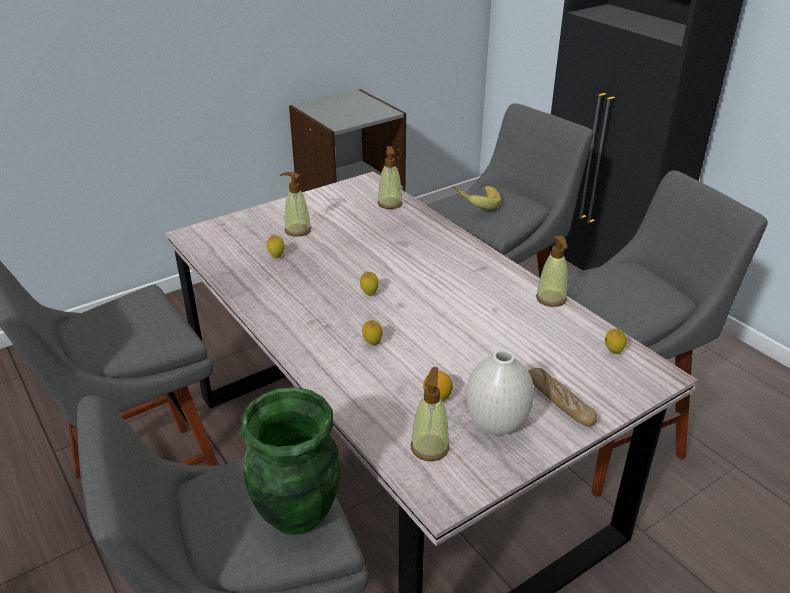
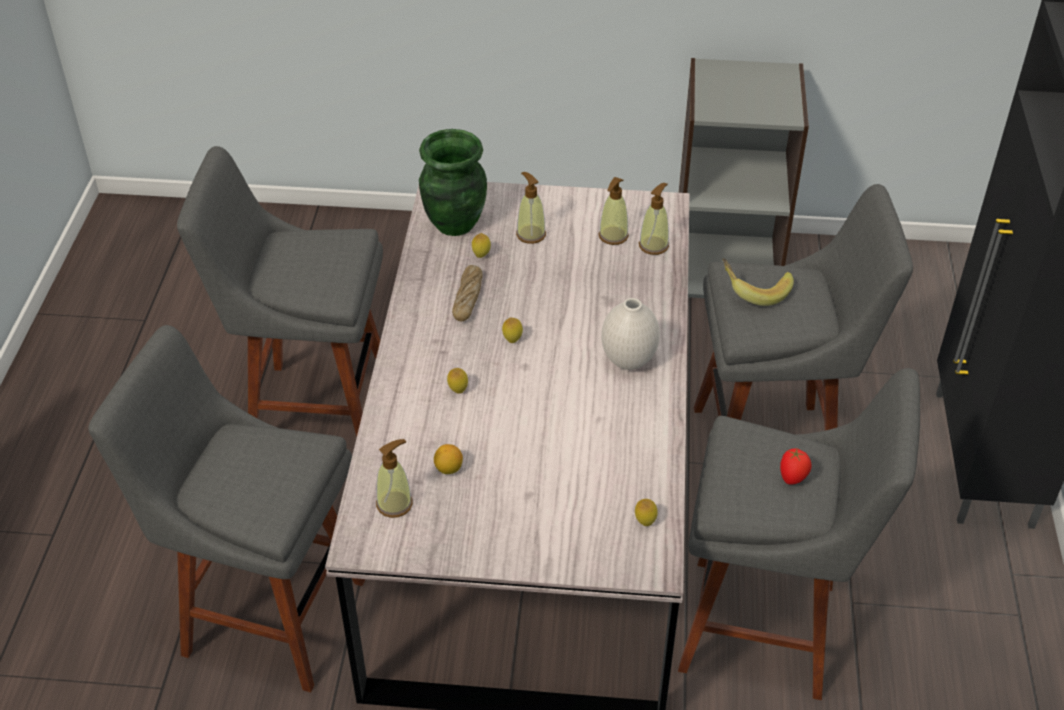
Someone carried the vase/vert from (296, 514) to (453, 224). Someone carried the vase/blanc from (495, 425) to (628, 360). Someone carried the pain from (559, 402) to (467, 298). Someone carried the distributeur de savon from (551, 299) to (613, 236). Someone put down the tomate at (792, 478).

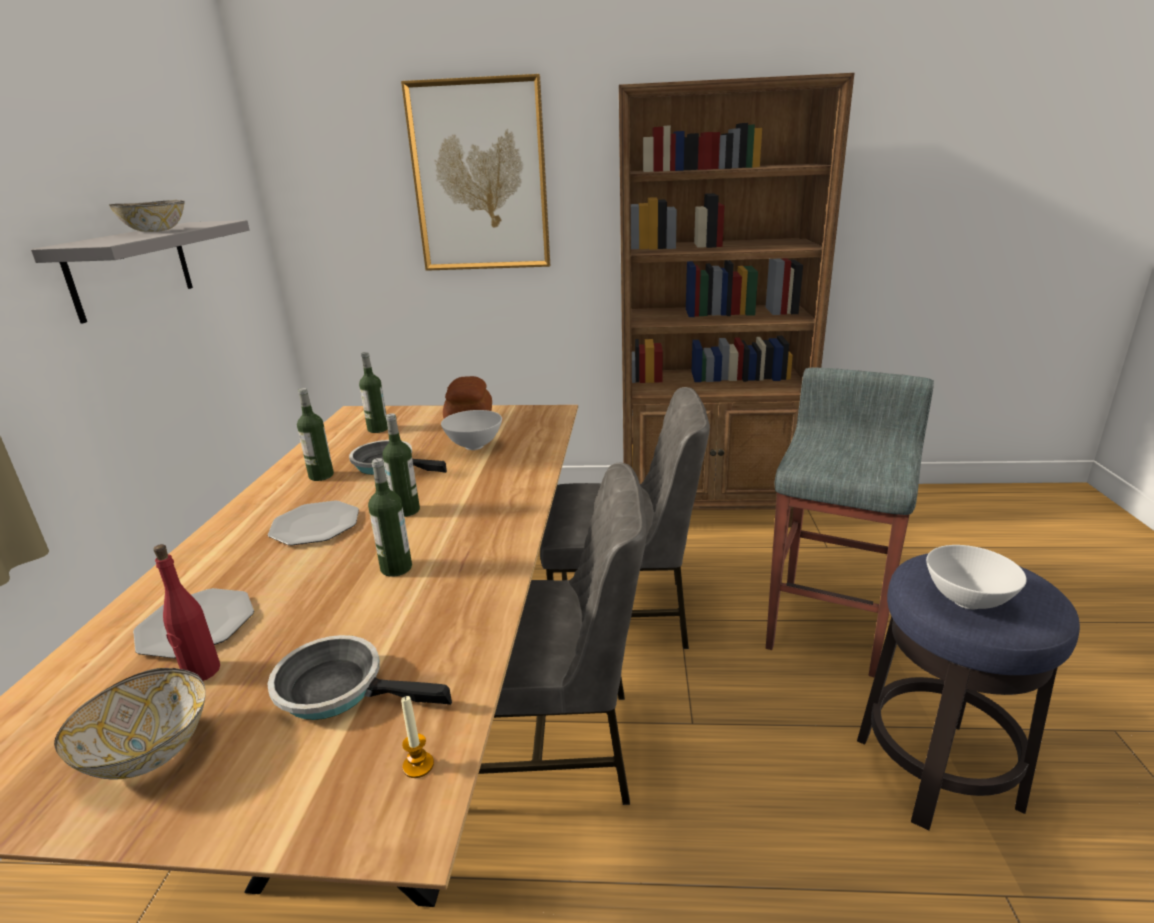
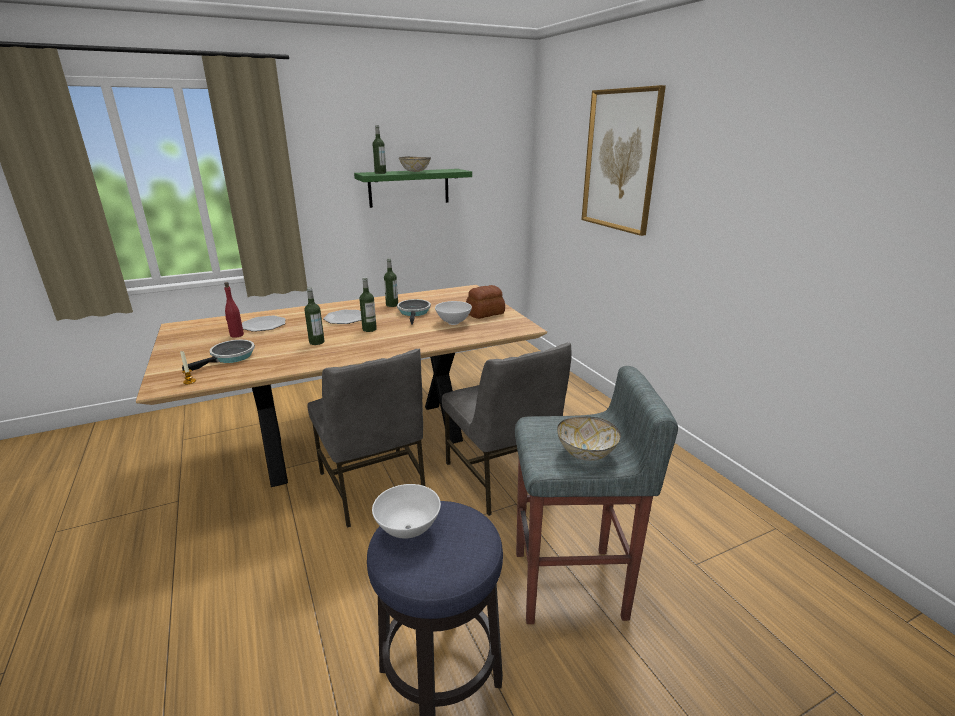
Someone repainted the étagère/gris at (131, 269), which became the étagère/vert at (409, 188). Someone carried the bol from (151, 751) to (587, 453). Someone rotated the poêle at (339, 689) by 45 degrees clockwise. Someone carried the bouteille from (378, 429) to (380, 173). Someone took away the bibliothèque/marron at (709, 508).

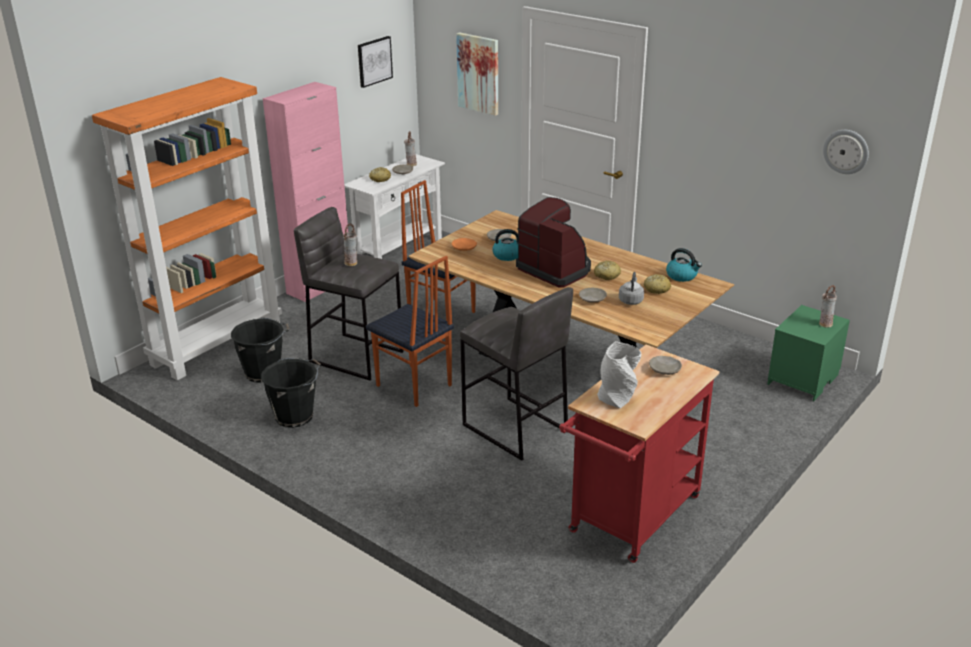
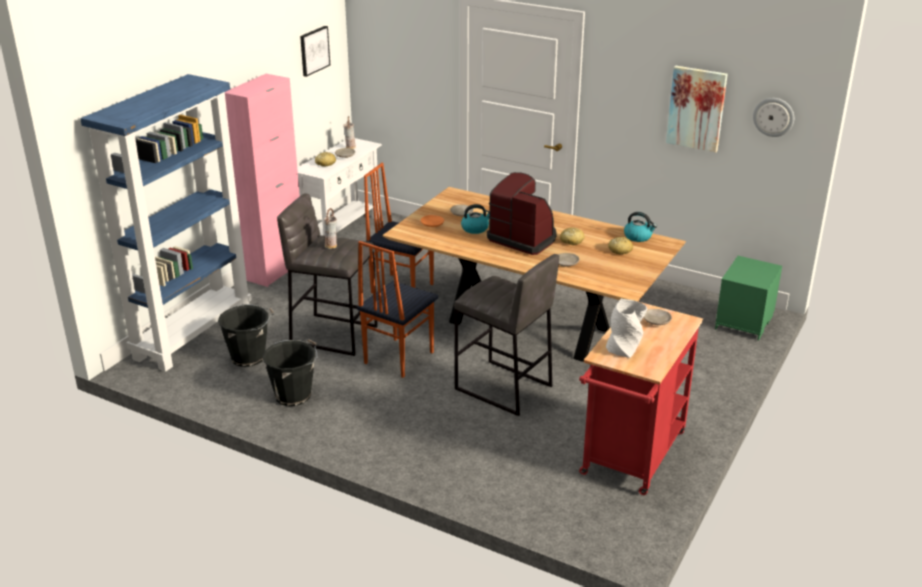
Someone repainted the bibliothèque/orange at (217, 344), which became the bibliothèque/bleu at (193, 334). Someone rotated the chaise at (413, 386) by 90 degrees clockwise. Someone carried the tableau from (478, 73) to (696, 108). Someone took away the bouilloire/gris at (631, 300). Someone took away the vase at (825, 324).

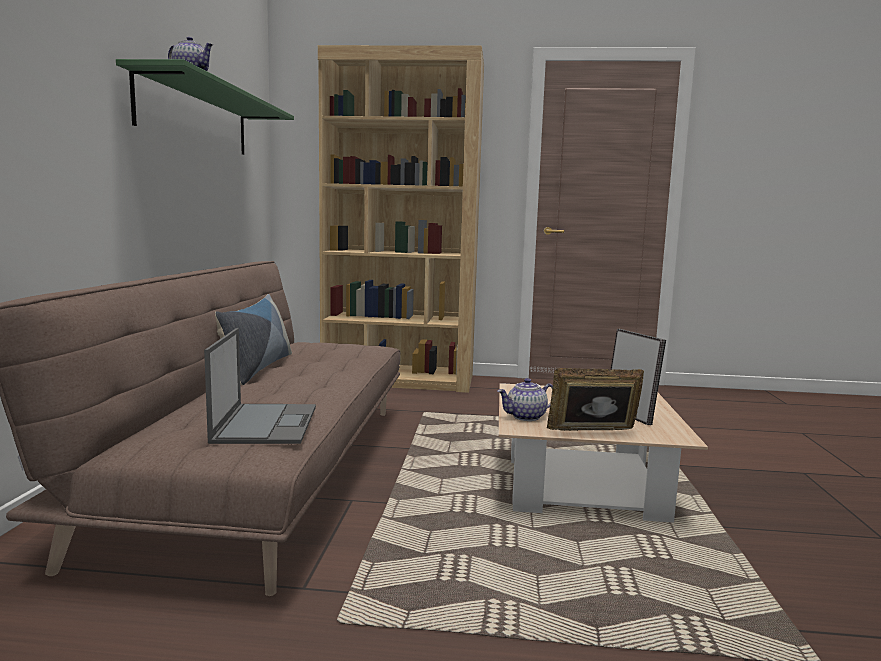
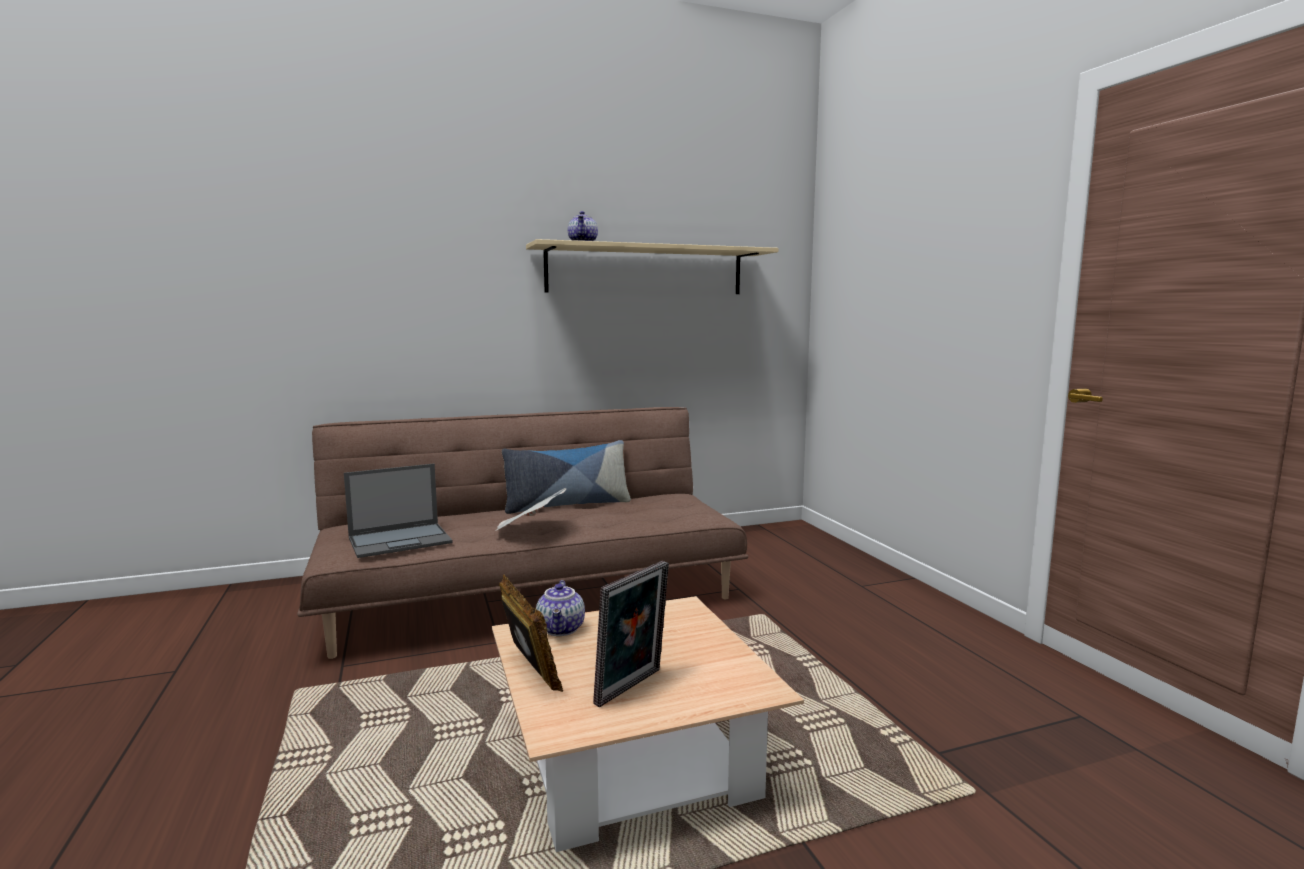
Someone repainted the étagère/vert at (196, 117), which became the étagère/beige at (646, 271). Someone took away the bibliothèque/marron at (399, 380). Someone rotated the théière at (526, 417) by 135 degrees counterclockwise. Someone put down the journal at (529, 530).

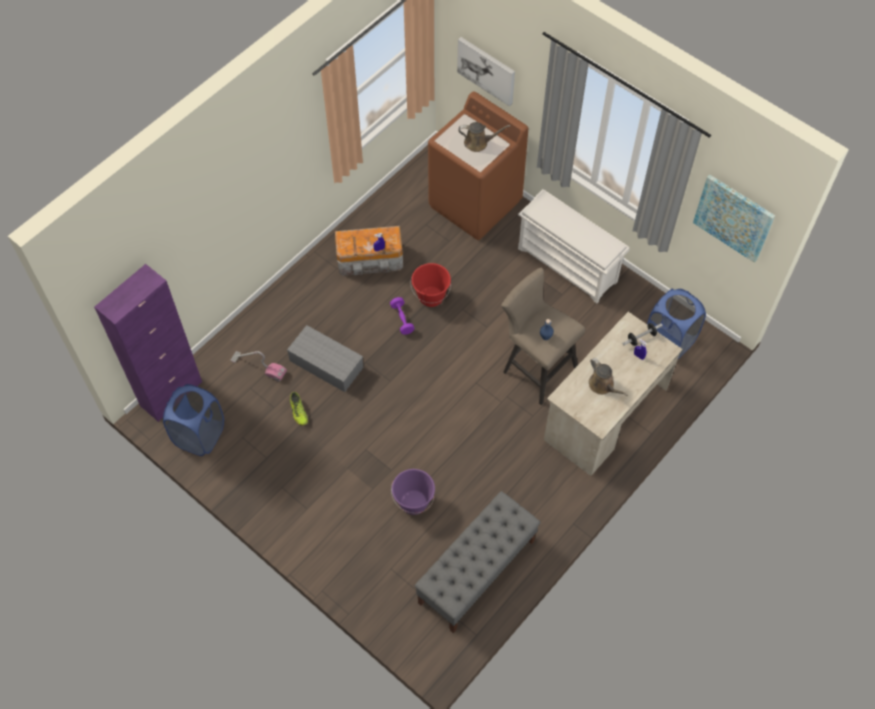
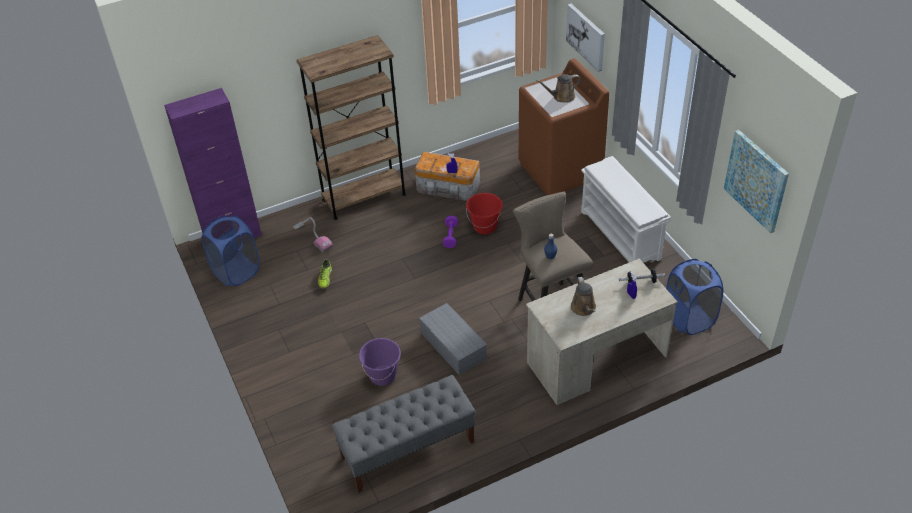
Someone carried the boîte de rangement/gris from (325, 364) to (452, 345). Someone rotated the arrosoir/marron at (478, 143) by 135 degrees clockwise. Someone put down the bibliothèque/marron at (364, 197).

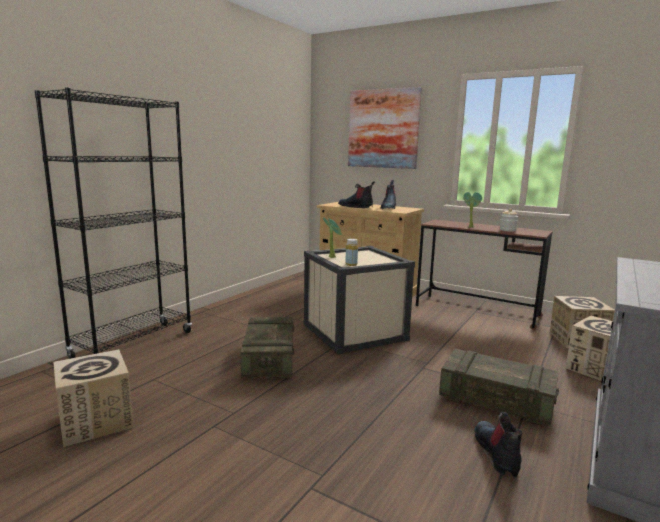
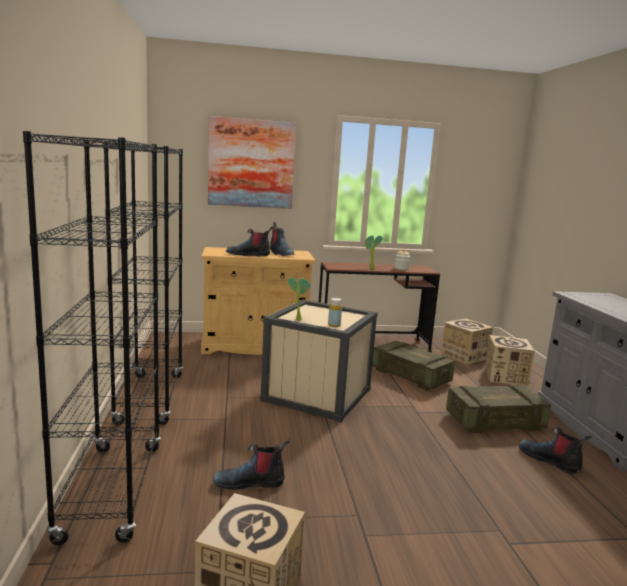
Someone carried the caisse from (269, 360) to (410, 376). Someone put down the bibliothèque/noir at (150, 398). Someone put down the botte at (250, 482).

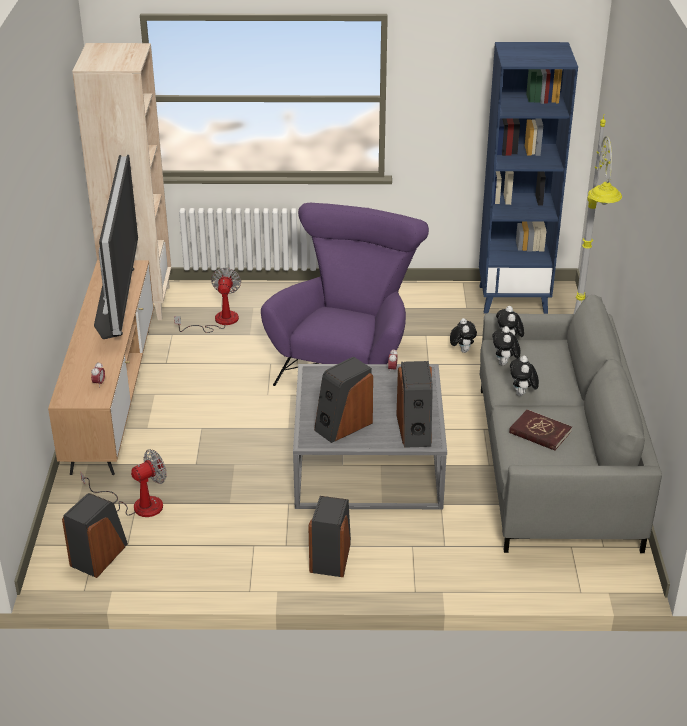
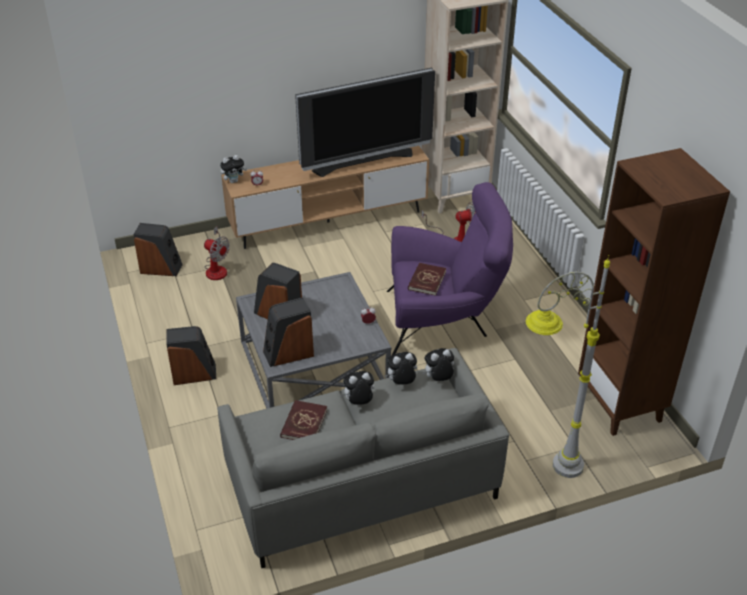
Someone carried the peluche from (462, 350) to (234, 181). Someone repainted the bibliothèque/bleu at (513, 299), which became the bibliothèque/marron at (620, 405). Someone put down the livre/rouge at (426, 280).

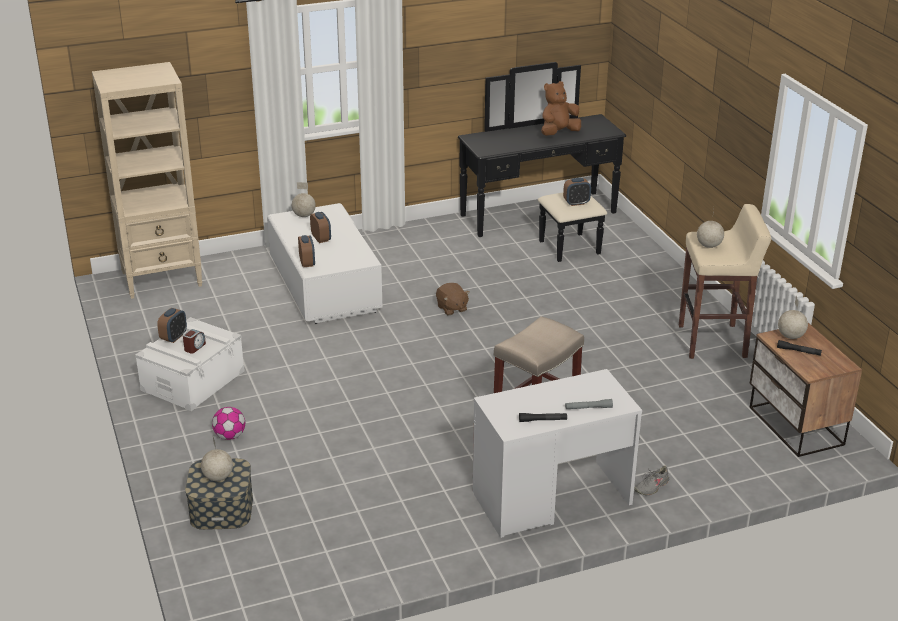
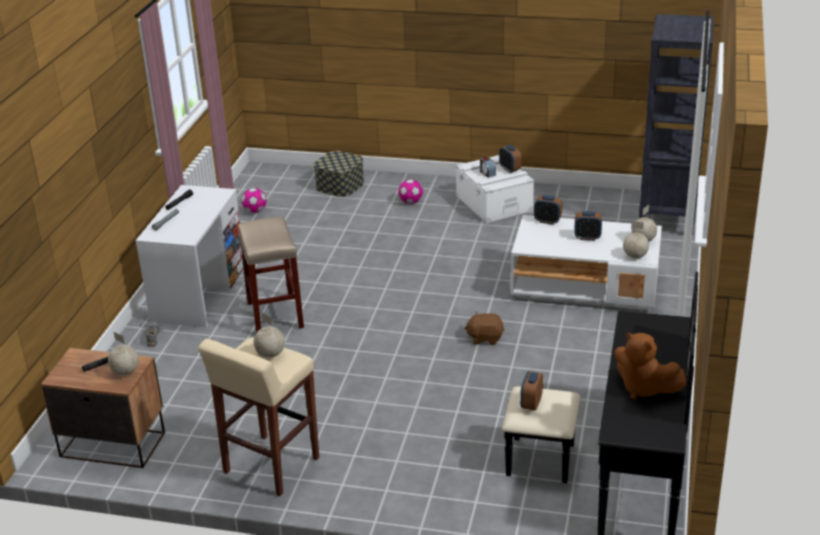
Someone repainted the bibliothèque/beige at (162, 279), which became the bibliothèque/noir at (666, 219). Someone carried the globe from (218, 478) to (635, 256). Someone rotated the peluche/marron at (558, 133) by 135 degrees clockwise. Someone put down the ballon de foot at (255, 211).

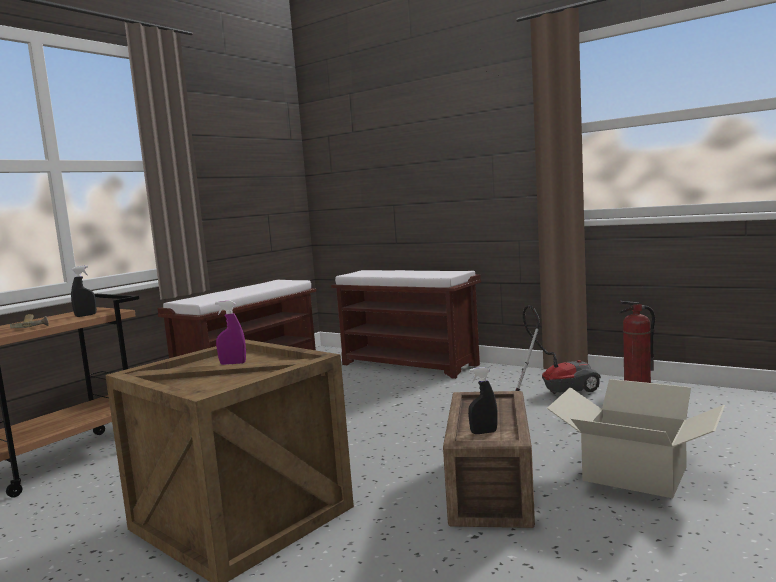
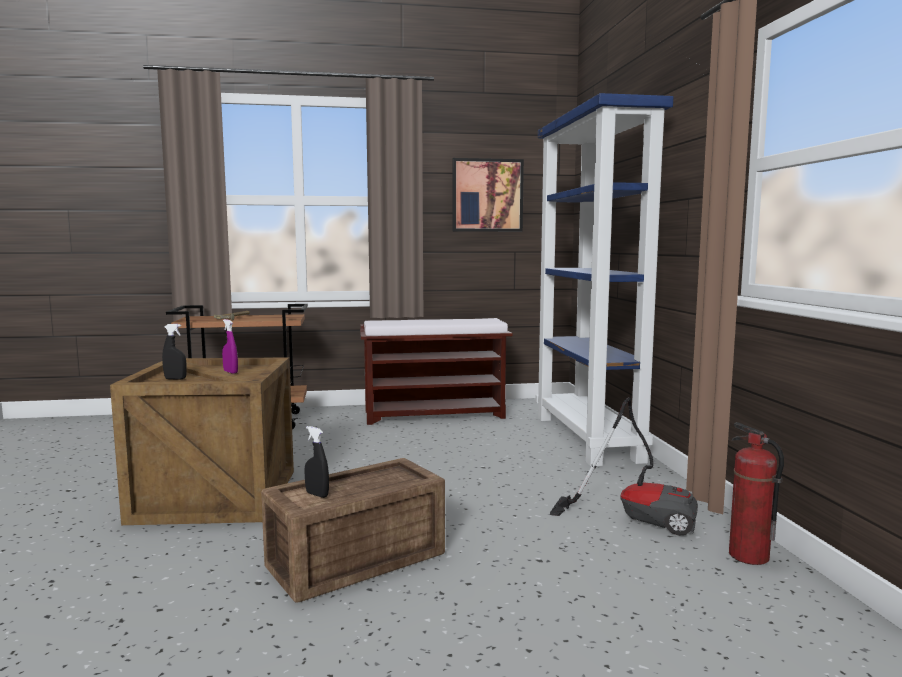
Someone carried the vaporisateur/noir from (86, 315) to (175, 379). Someone swapped the banc/marron at (410, 364) for the bibliothèque/bleu at (588, 438). Someone took away the carton at (634, 473). Someone put up the tableau at (487, 195).

